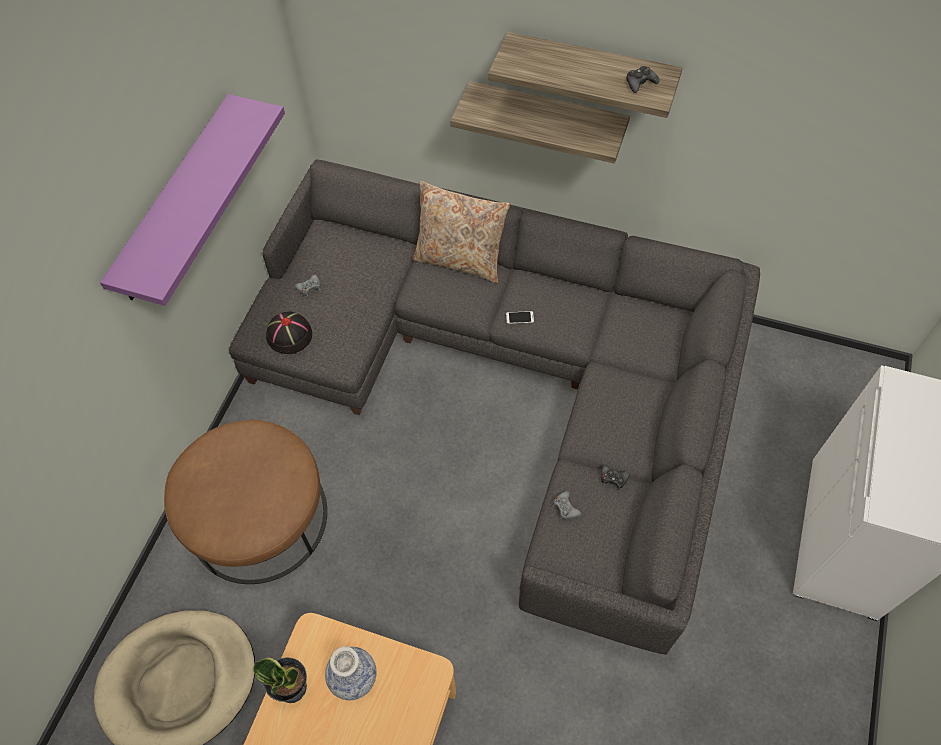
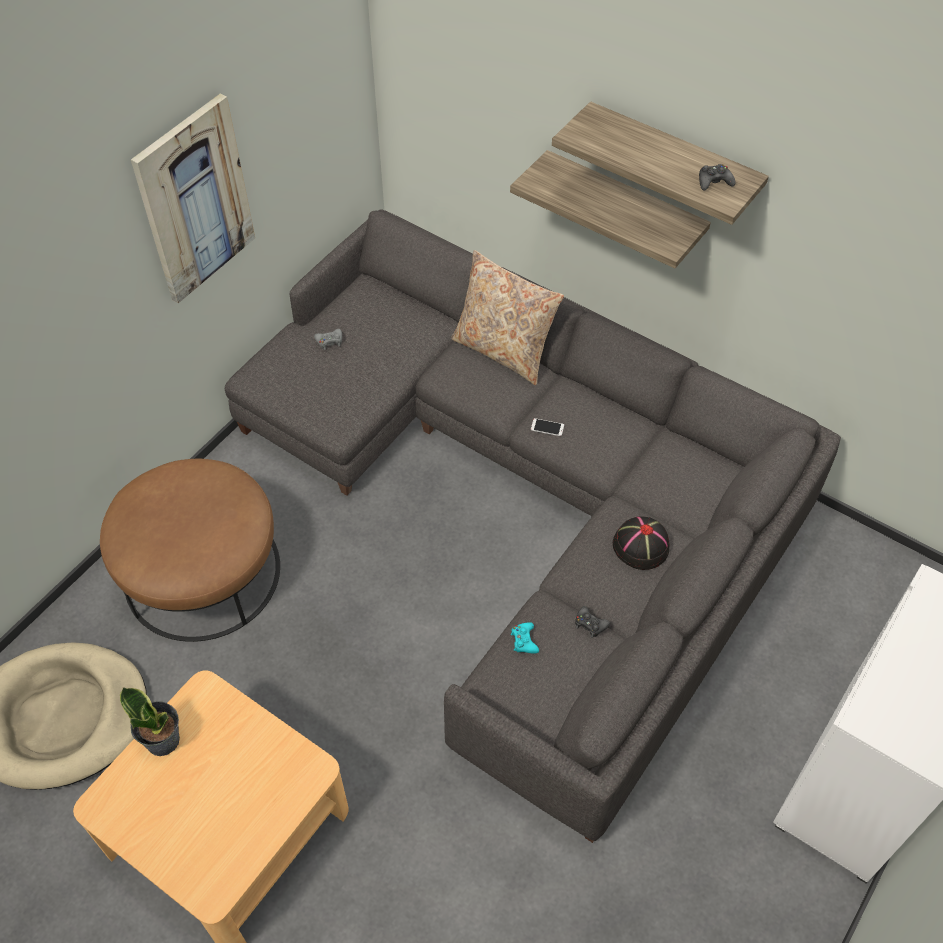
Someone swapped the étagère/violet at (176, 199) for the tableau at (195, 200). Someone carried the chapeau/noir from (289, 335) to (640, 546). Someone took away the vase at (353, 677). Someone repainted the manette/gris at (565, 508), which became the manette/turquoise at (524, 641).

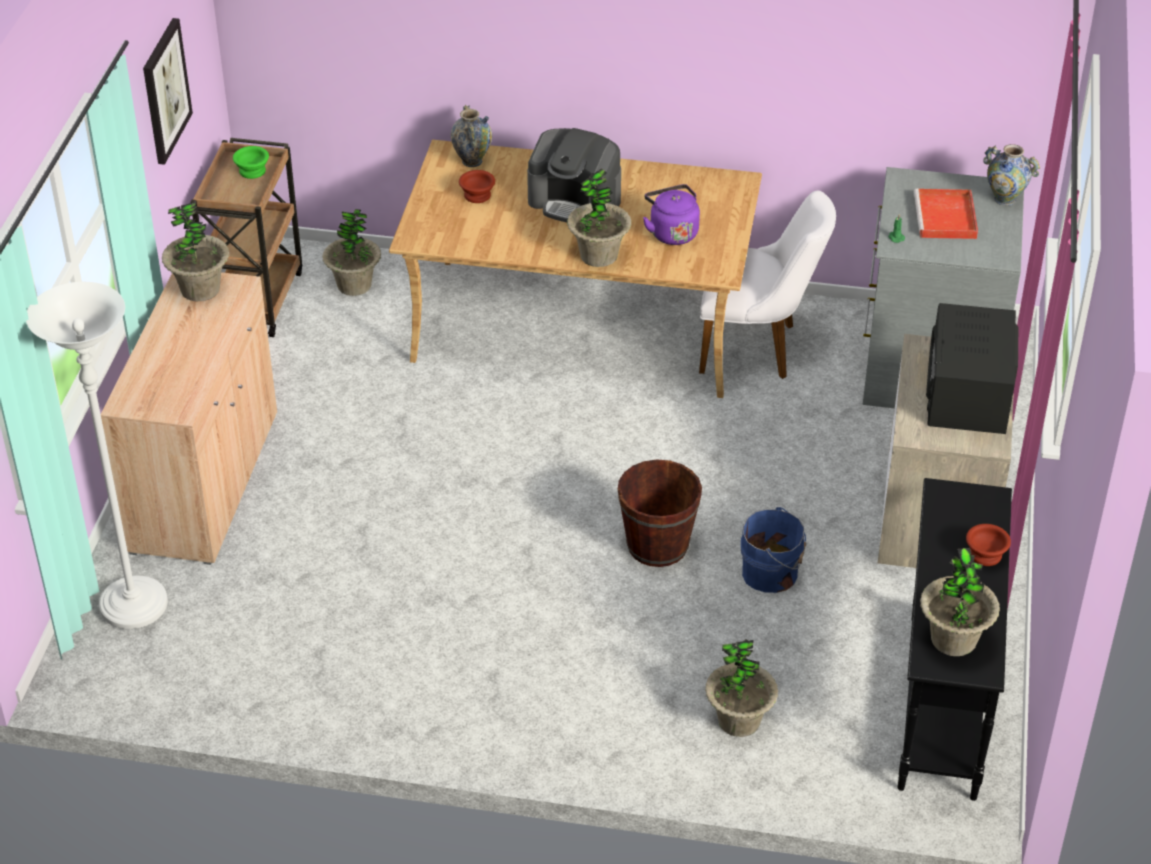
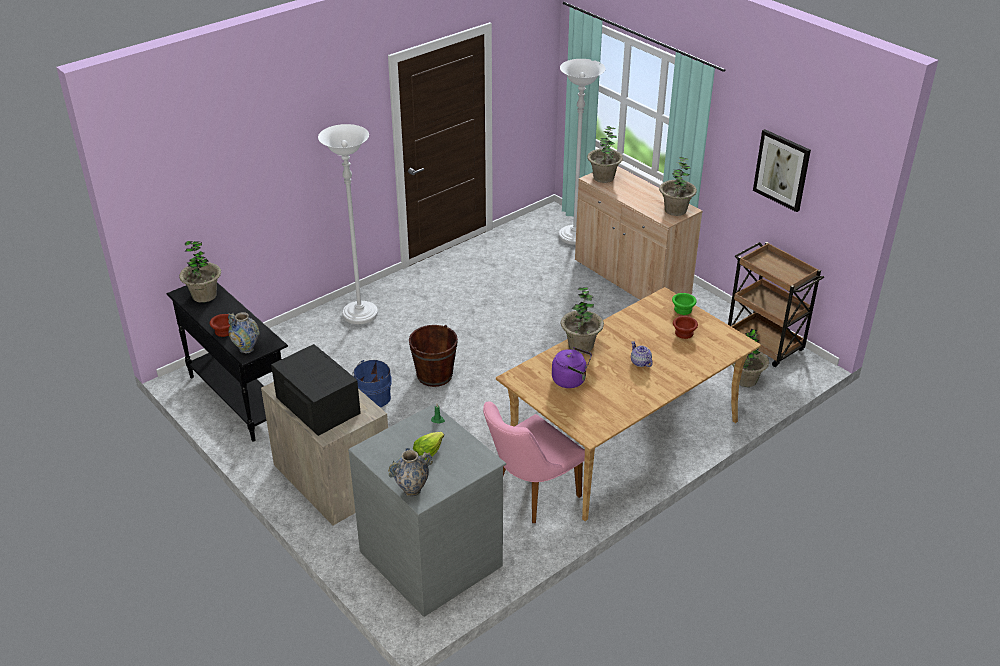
Someone carried the bol/vert from (251, 171) to (682, 309). Someone carried the vase from (472, 161) to (246, 349). Someone swapped the machine à café at (575, 201) for the théière at (640, 362). Someone repainted the chaise/blanc at (758, 348), which became the chaise/rose at (529, 495). Someone carried the plante en pot from (739, 720) to (603, 177). Someone swapped the plateau/rouge at (946, 218) for the laitue at (428, 452). Someone put down the lampadaire/blanc at (360, 315).

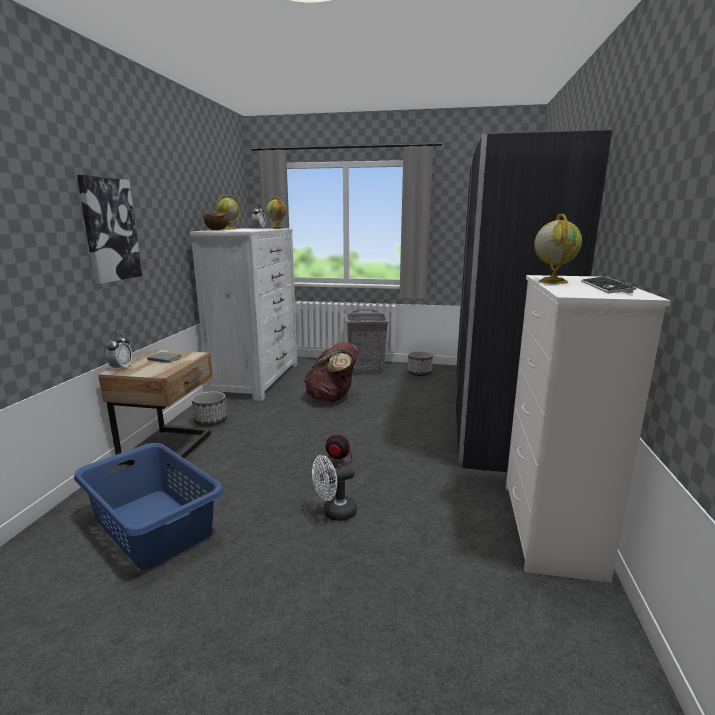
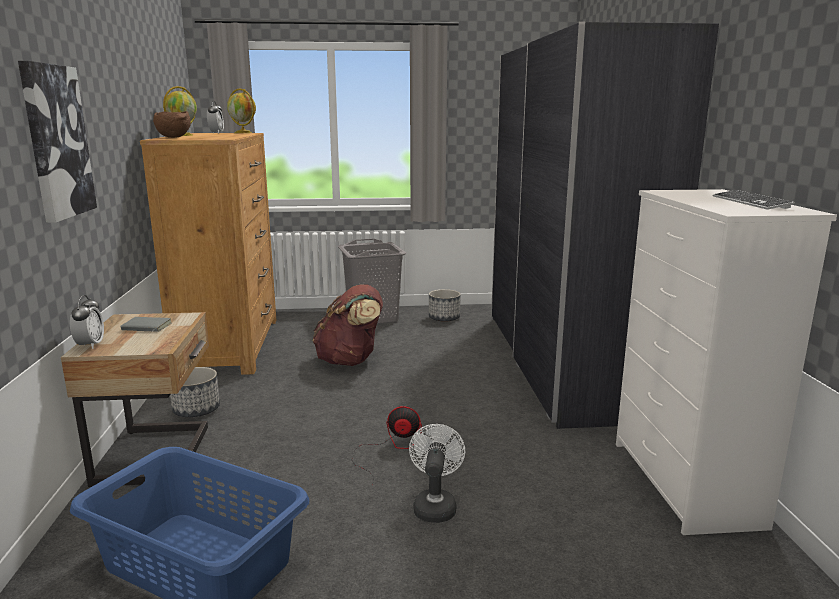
Someone repainted the commode/blanc at (257, 379), which became the commode/marron at (230, 345). Someone rotated the ventilateur/blanc at (334, 513) by 135 degrees clockwise. Someone took away the globe at (552, 281).

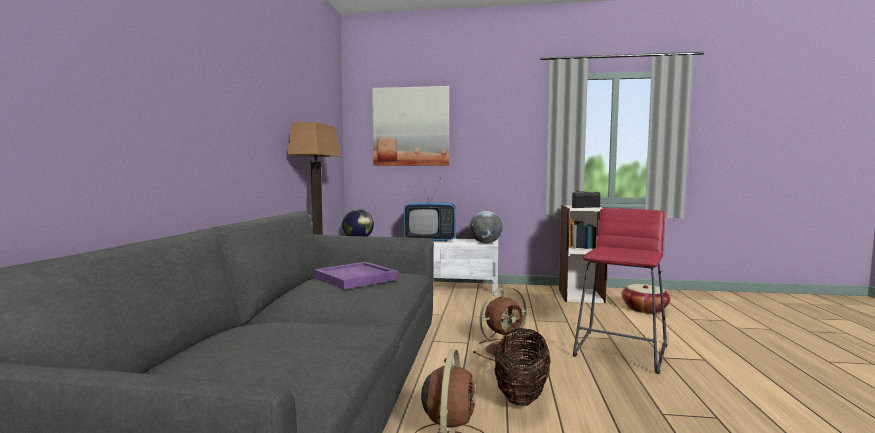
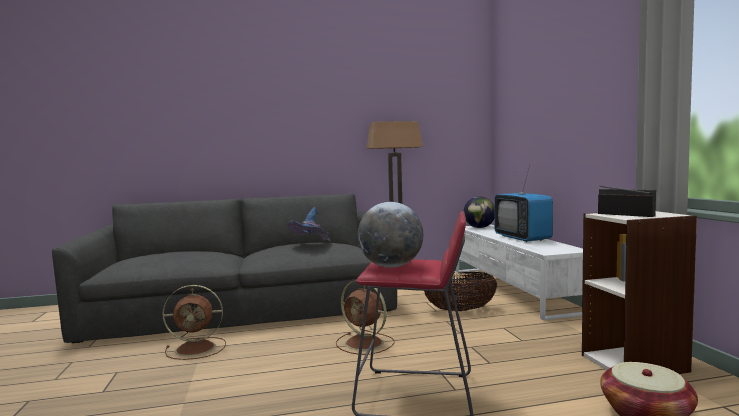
Someone swapped the plateau/violet at (356, 278) for the chapeau/bleu at (311, 245). Someone took away the tableau at (411, 127). Someone carried the globe from (485, 243) to (391, 266). Someone carried the panier from (521, 394) to (460, 310).

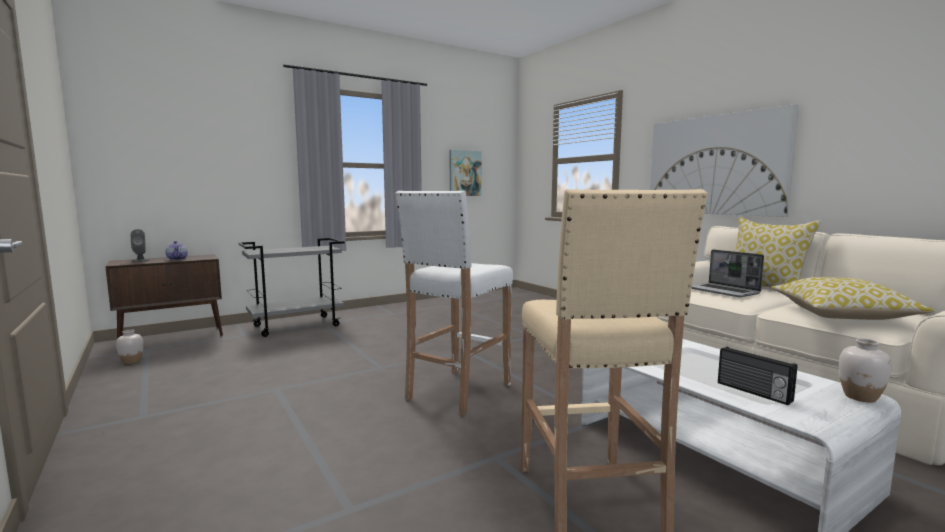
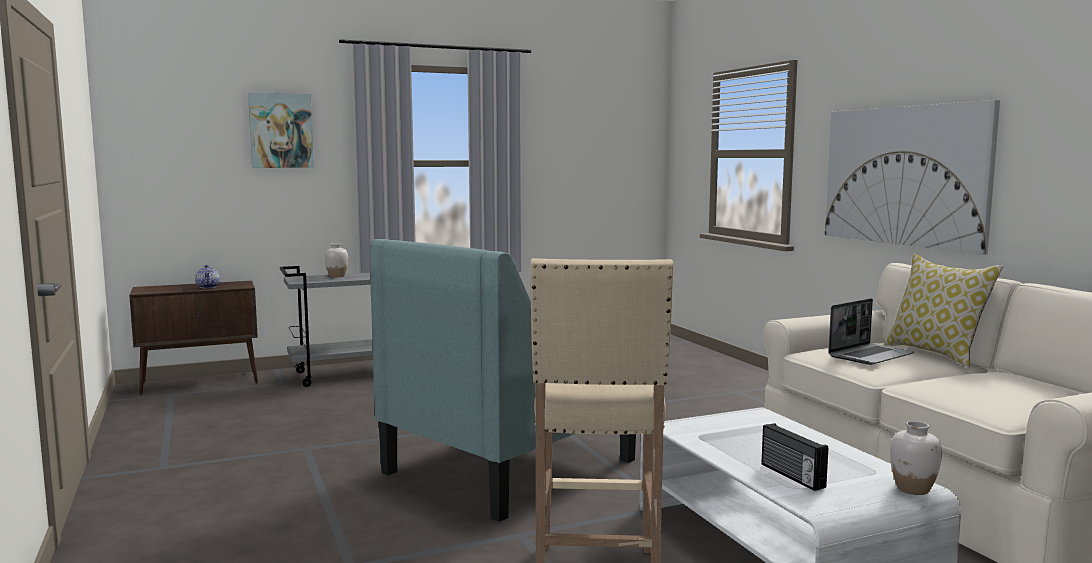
Someone carried the vase/blanc from (131, 361) to (336, 276). Someone took away the enceinte/gris at (140, 260). Someone swapped the tabouret/blanc at (457, 392) for the fauteuil/turquoise at (511, 465). Someone carried the tableau from (465, 173) to (281, 130). Someone rotated the ordinateur portable at (724, 291) by 105 degrees counterclockwise. Someone took away the coussin at (841, 315).

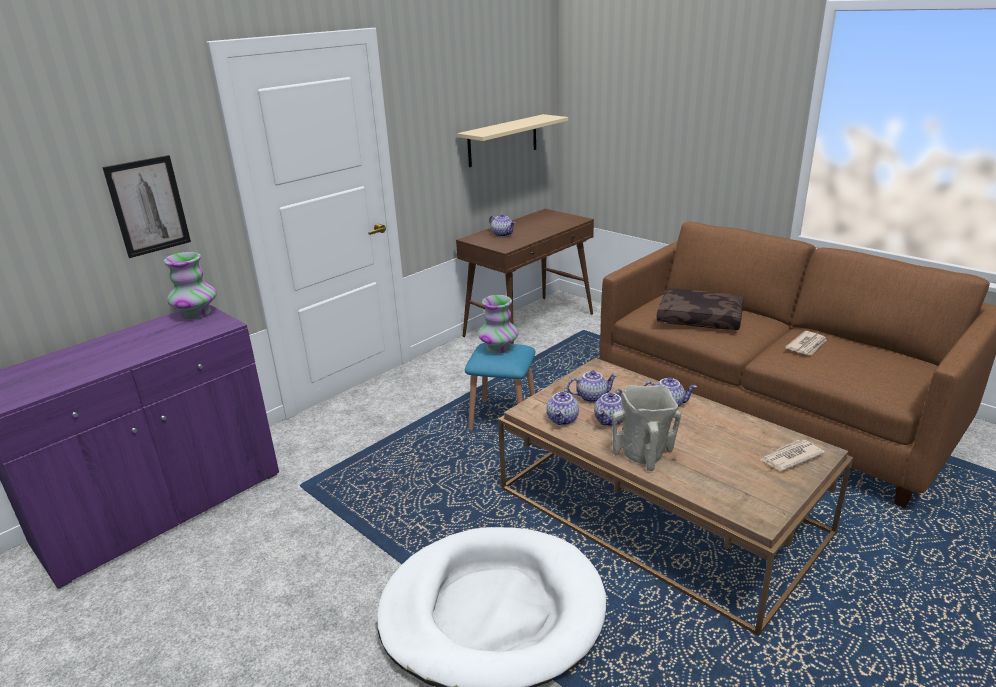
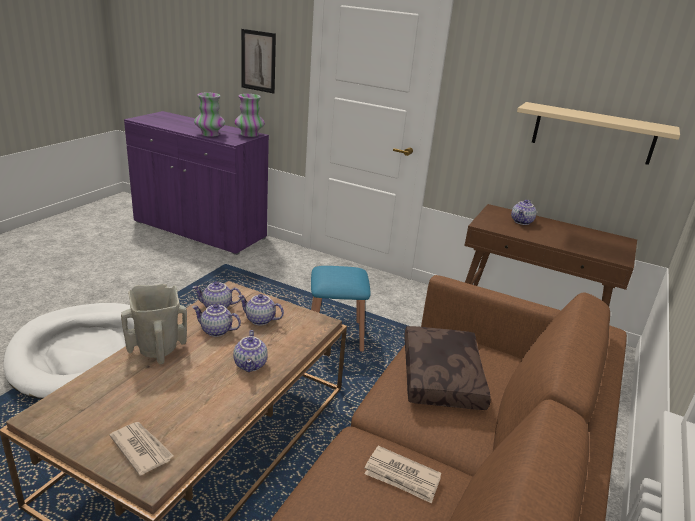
Someone carried the vase from (498, 348) to (209, 134). Someone rotated the théière at (592, 396) by 135 degrees clockwise.

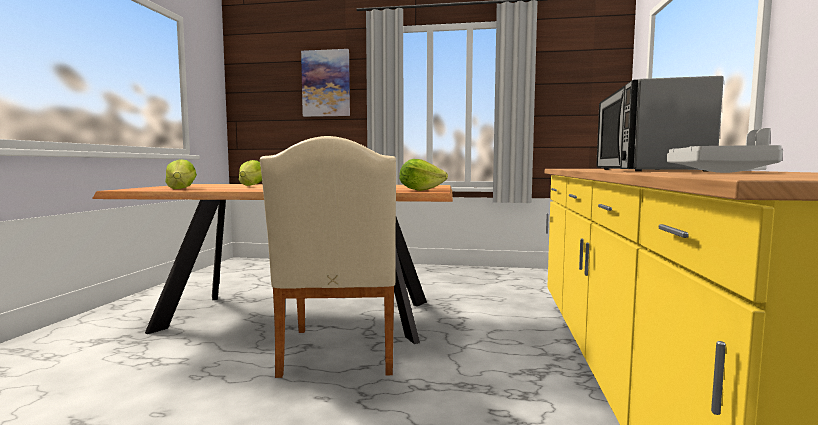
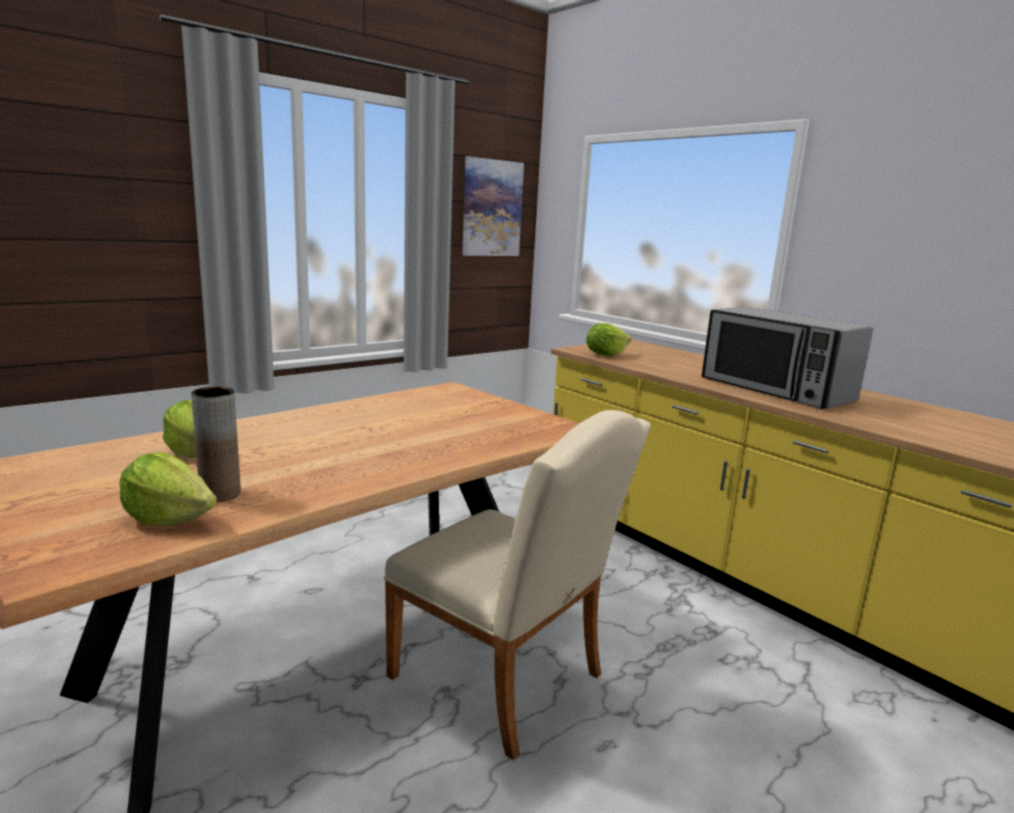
Someone carried the tableau from (326, 83) to (491, 208). Someone carried the laitue from (420, 190) to (605, 355). Someone took away the plateau/gris at (723, 172). Someone put down the vase/marron at (220, 494).

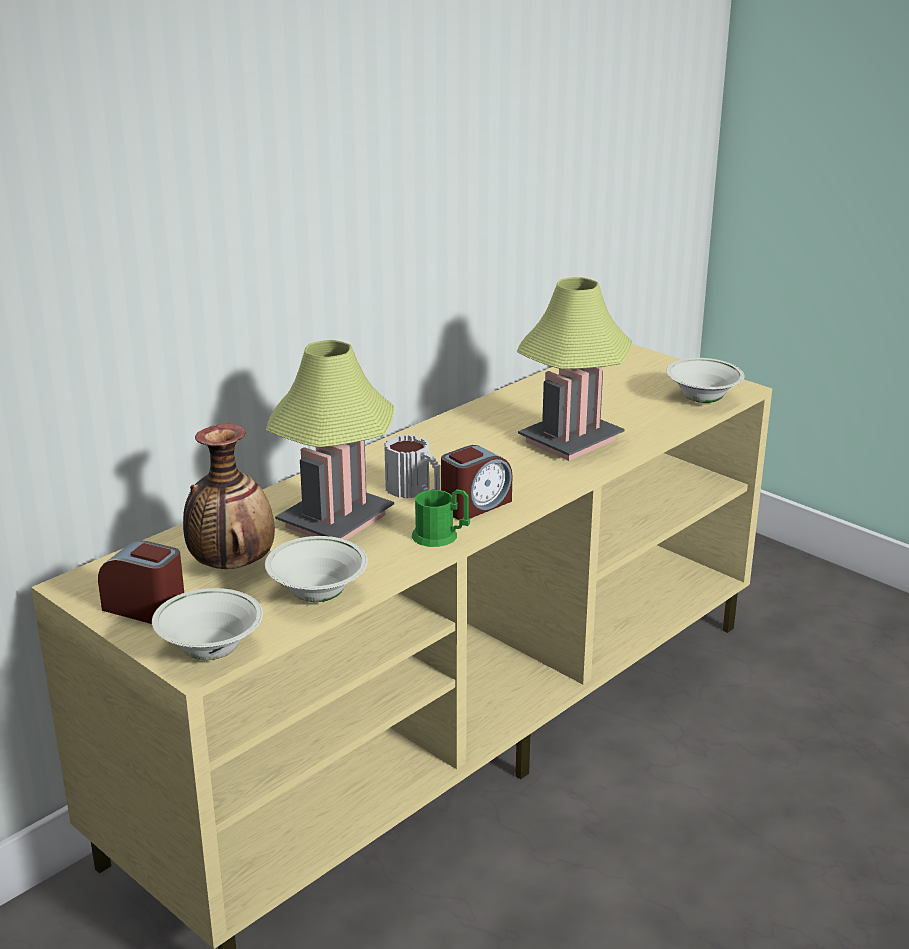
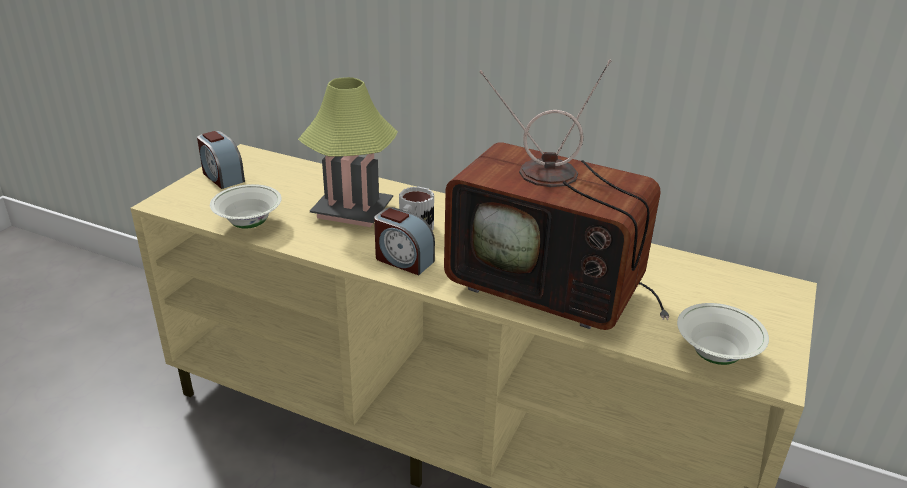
Someone rotated the réveil at (146, 608) by 135 degrees clockwise. Someone took away the bol/blanc at (210, 652). Someone took away the vase at (231, 566). Someone took away the mug/vert at (441, 537). Someone swapped the lampe de table at (570, 441) for the téléviseur at (551, 287).

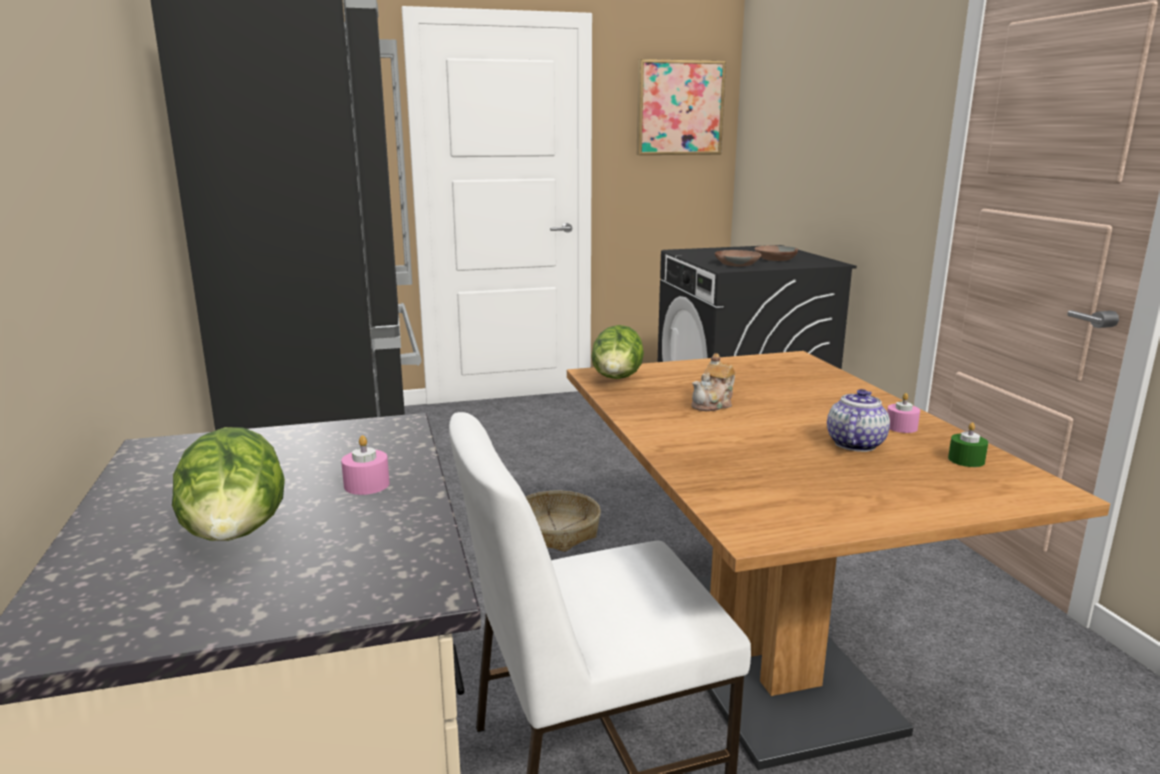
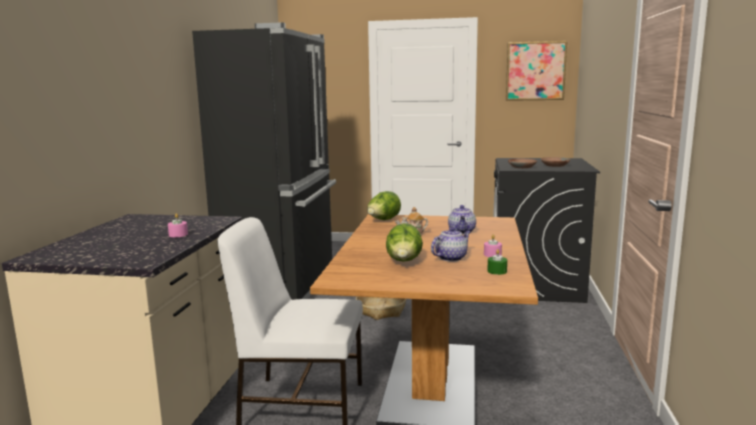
Someone carried the laitue from (237, 537) to (404, 262). Someone put down the théière at (462, 231).

